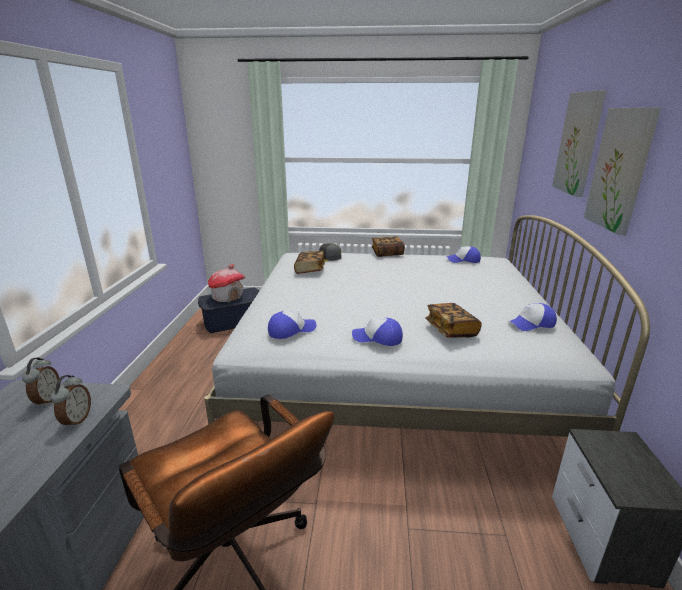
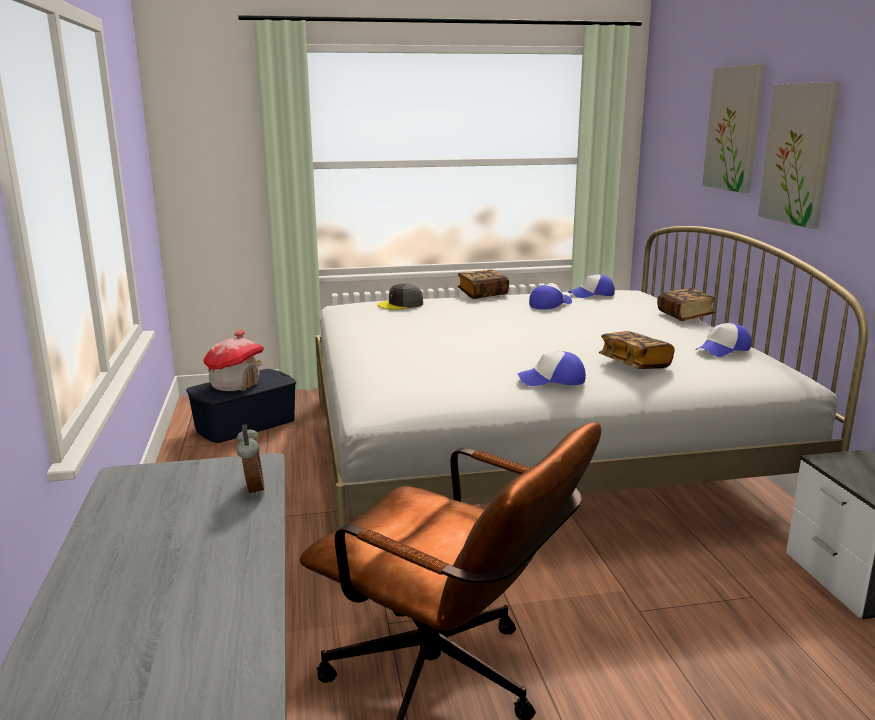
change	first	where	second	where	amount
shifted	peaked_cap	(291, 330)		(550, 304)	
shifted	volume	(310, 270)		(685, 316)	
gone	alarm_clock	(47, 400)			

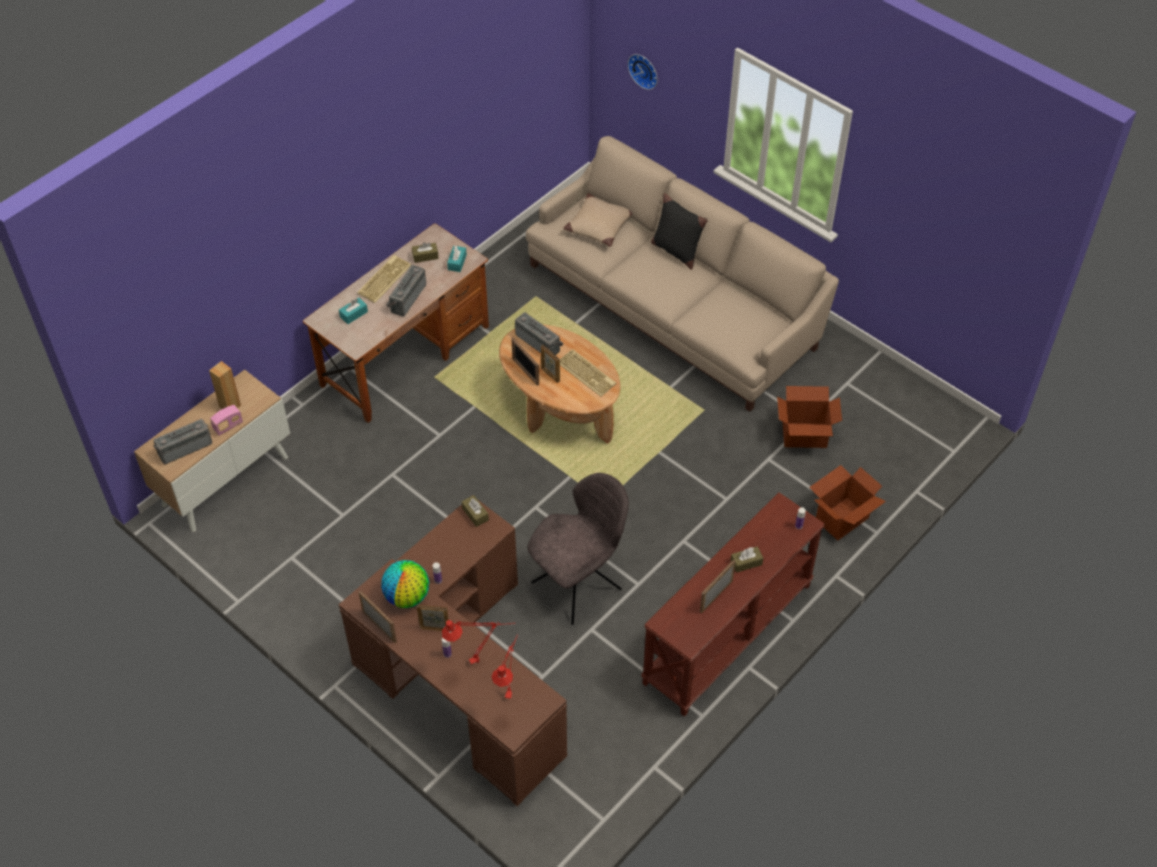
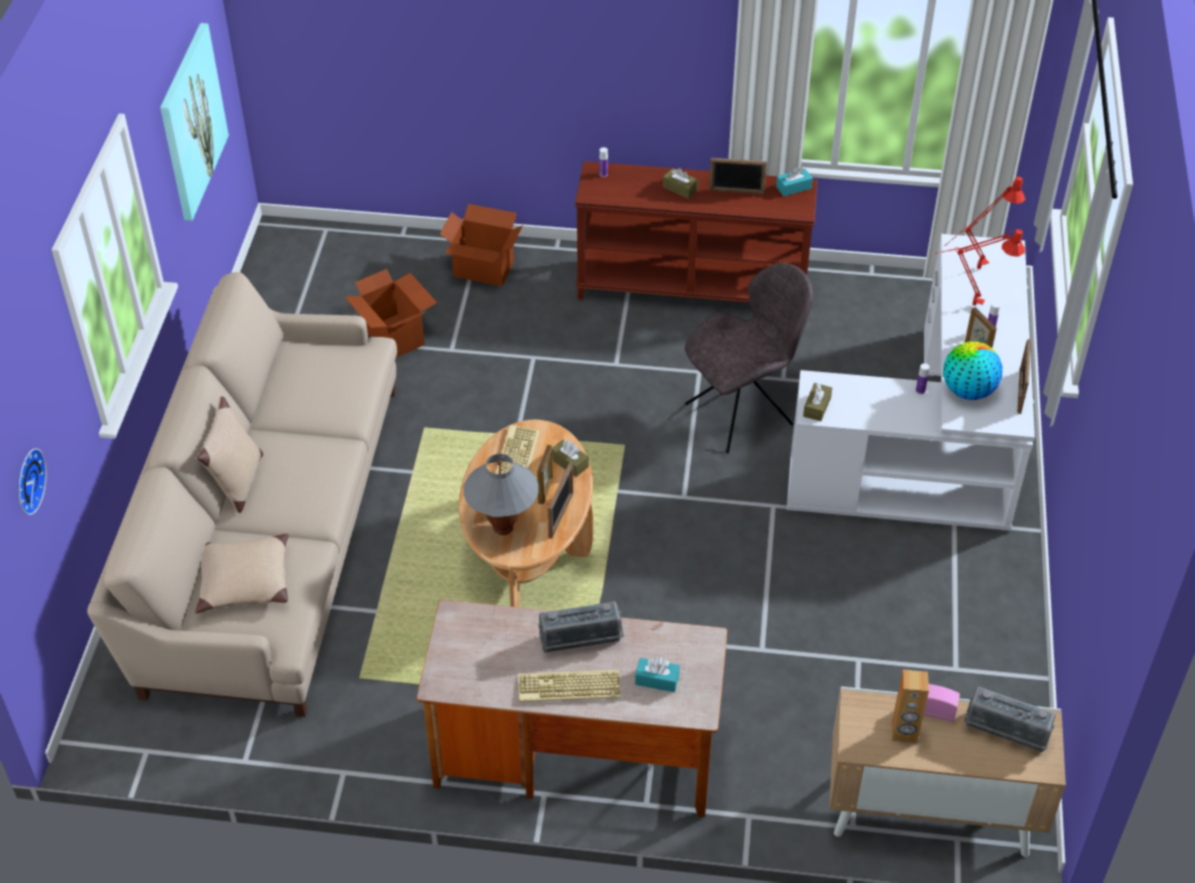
change	first	where	second	where	amount
new			picture	(191, 121)	
repainted	black-coloured_pillow	(676, 251)	sand-coloured_pillow	(238, 483)	
swapped	radio_receiver	(539, 342)	grey_table_lamp	(503, 528)	
shifted	brown-coloured_tissue_box	(425, 256)		(569, 463)	
rotated	grey_upright_chair	(579, 584)		(742, 413)	135 degrees clockwise
shifted	turquoise_tissue_box	(457, 262)		(793, 187)	
repainted	brown-coloured_desk_unit	(458, 675)	white-coloured_desk_unit	(932, 445)	

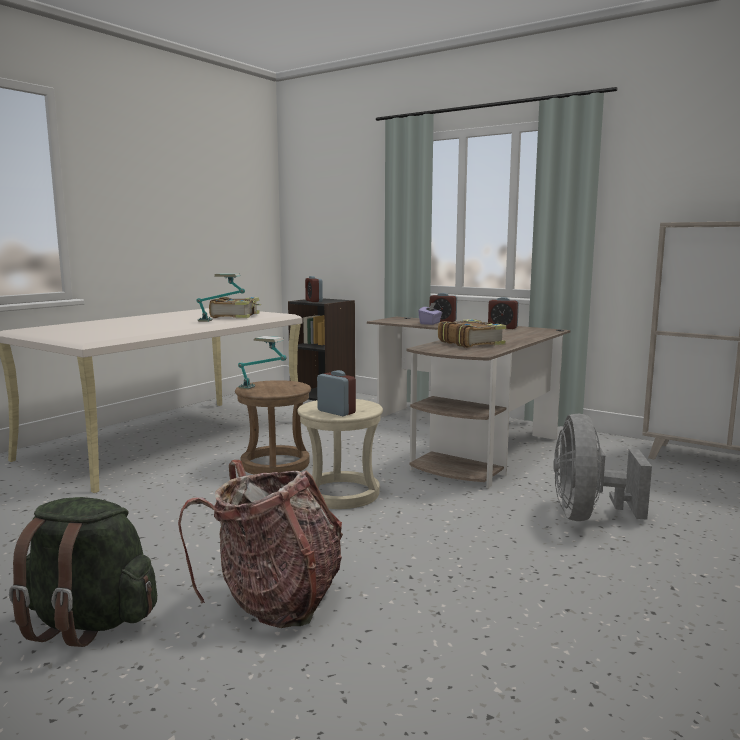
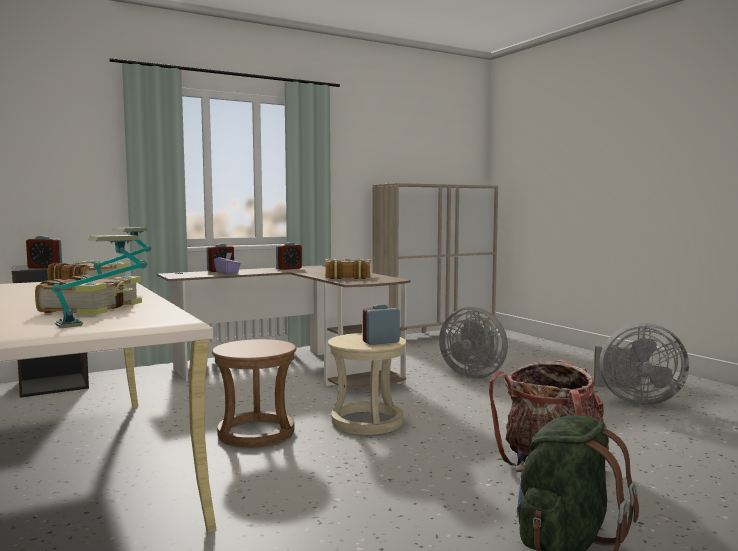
change	first	where	second	where	amount
new			volume	(93, 308)	
shifted	table_lamp	(263, 389)		(103, 321)	
new			grey_fan	(635, 401)	

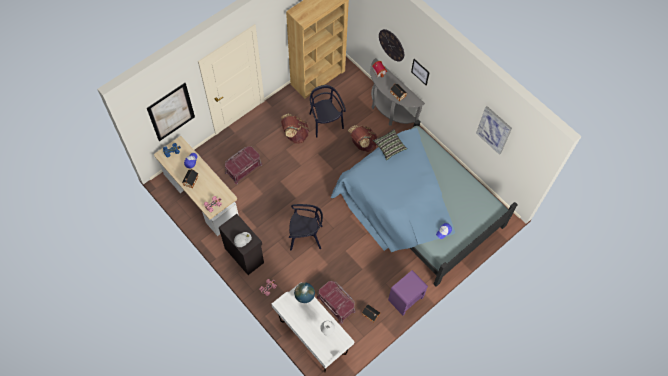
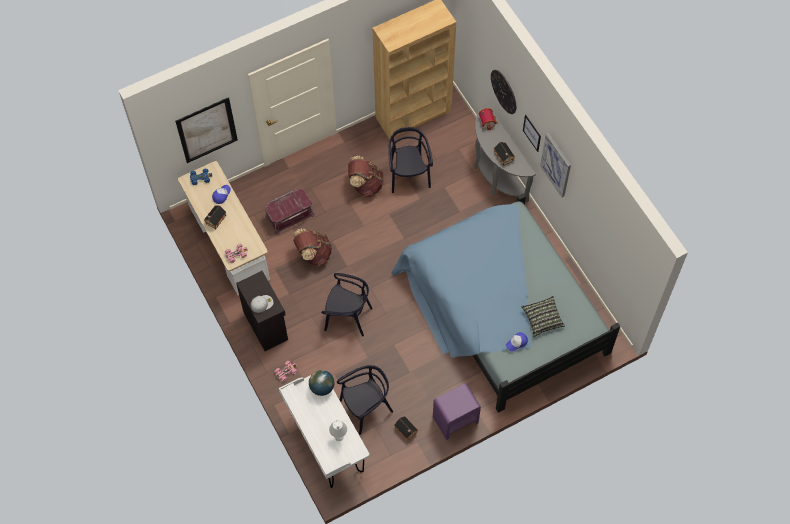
change	first	where	second	where	amount
shifted	brown-coloured_backpack	(362, 144)		(313, 254)	
swapped	red_storage_box	(336, 303)	black-coloured_upright_chair	(366, 408)	
shifted	pillow	(389, 147)		(542, 319)	
shifted	picture	(494, 130)		(556, 164)	

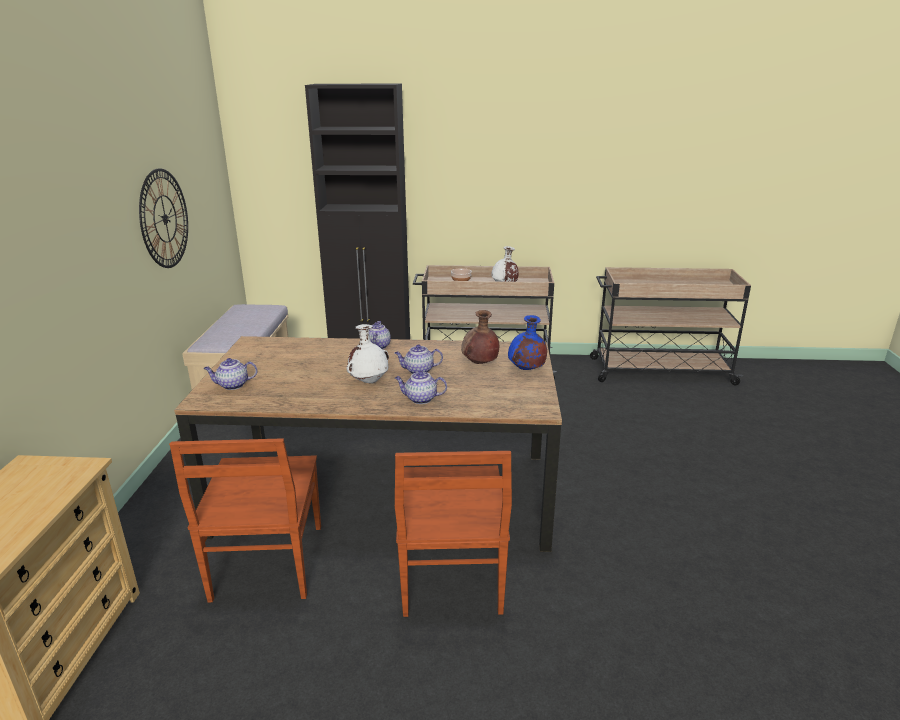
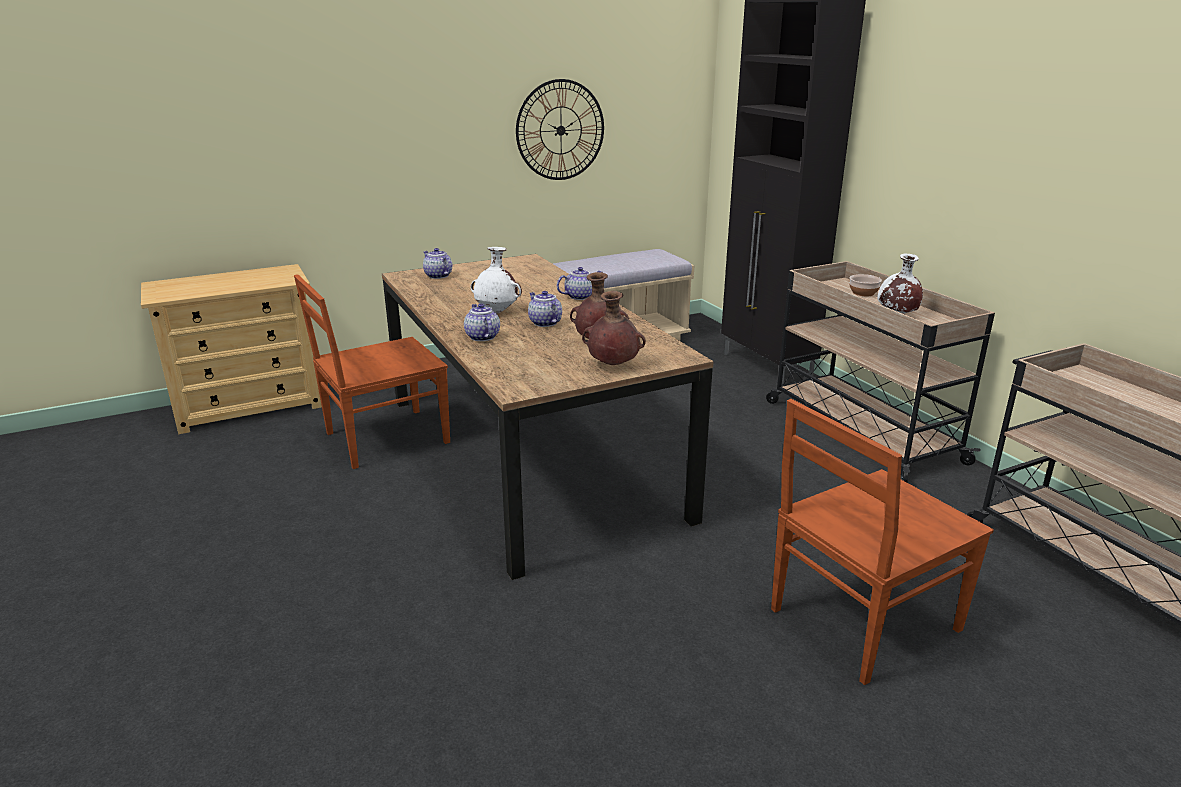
change	first	where	second	where	amount
repainted	blue-coloured_flower_vase	(526, 369)	brown-coloured_flower_vase	(612, 365)	
shifted	brown-coloured_upright_chair	(451, 577)		(861, 621)	

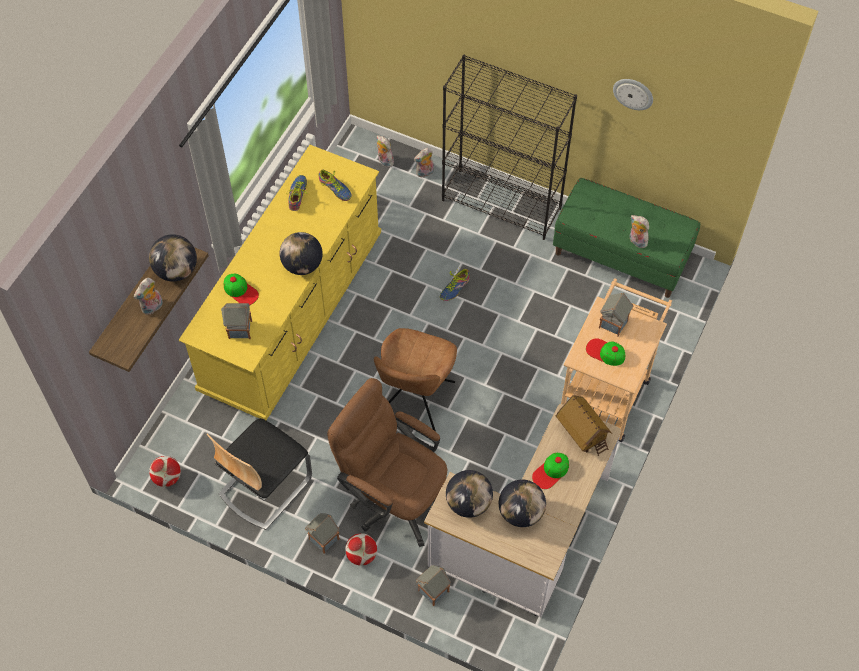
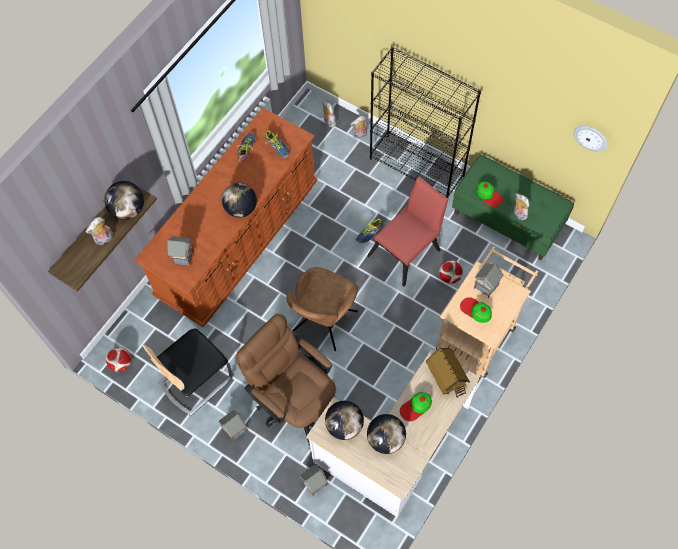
change	first	where	second	where	amount
repainted	yellow-coloured_dresser	(293, 313)	brown-coloured_dresser	(238, 240)	
new			red_upright_chair	(408, 250)	
shifted	ball_for_football	(362, 555)		(449, 277)	
shifted	peaked_cap	(240, 291)		(489, 195)	
shifted	hanging_clock	(633, 93)		(591, 137)	

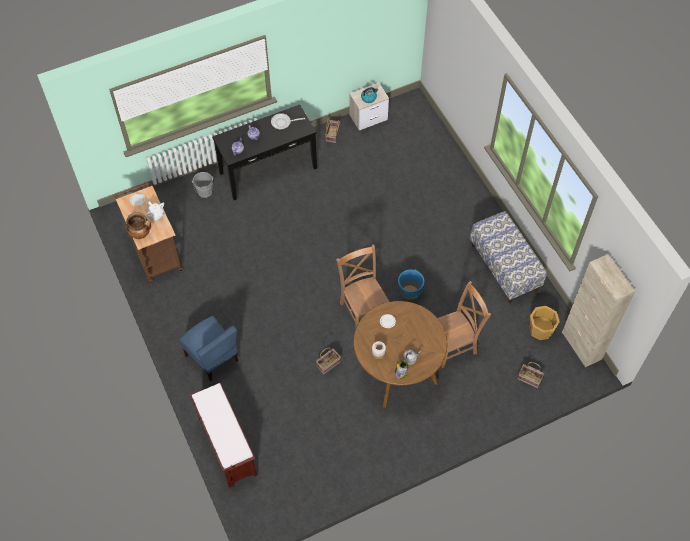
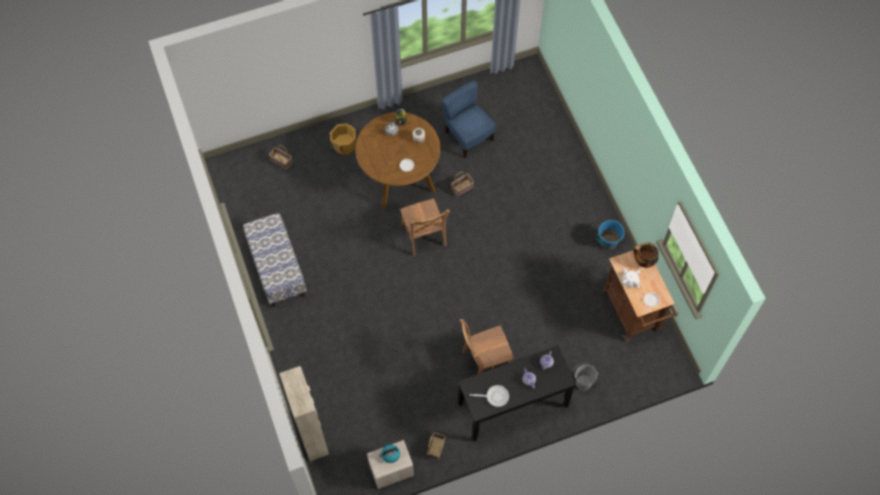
change	first	where	second	where	amount
shifted	sand-coloured_cupboard	(581, 346)		(312, 437)	
shifted	orangey_water_bucket	(541, 330)		(344, 145)	
shifted	blue-coloured_upright_chair	(212, 357)		(468, 136)	
shifted	brown-coloured_upright_chair	(453, 345)		(484, 361)	
shifted	blue-coloured_water_bucket	(410, 293)		(608, 242)	
gone	brown-coloured_long_seat	(226, 445)			

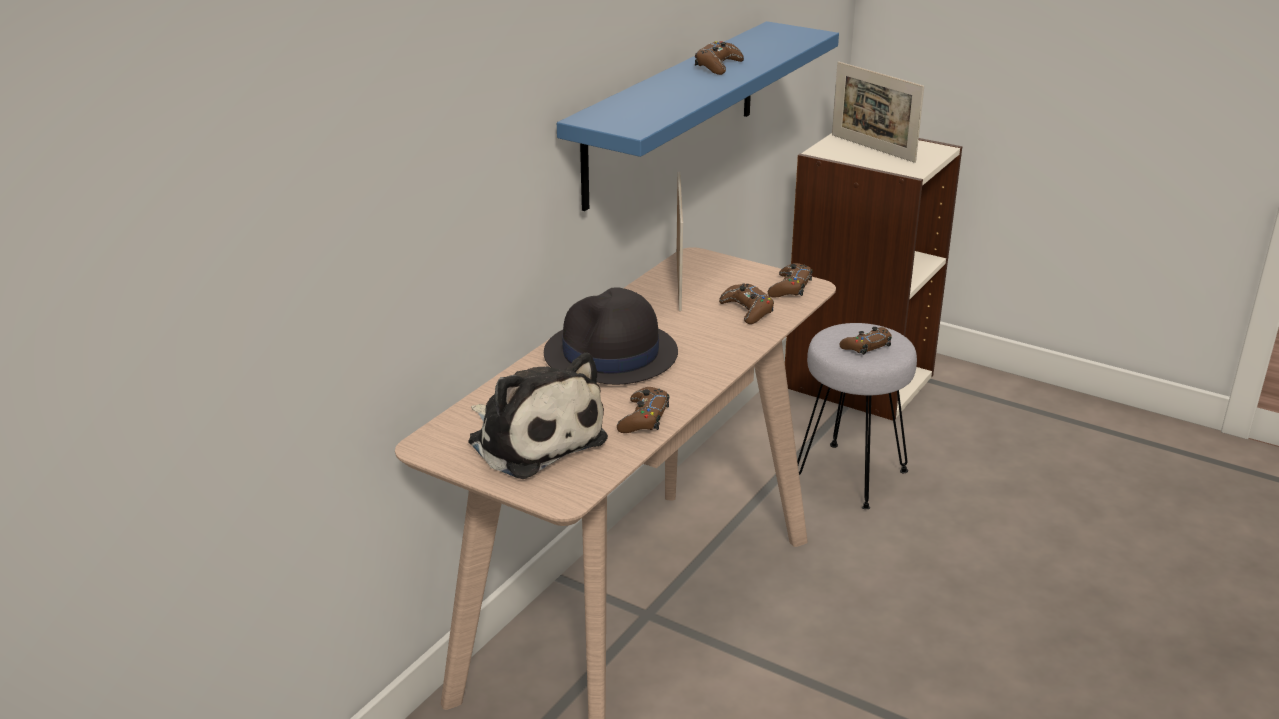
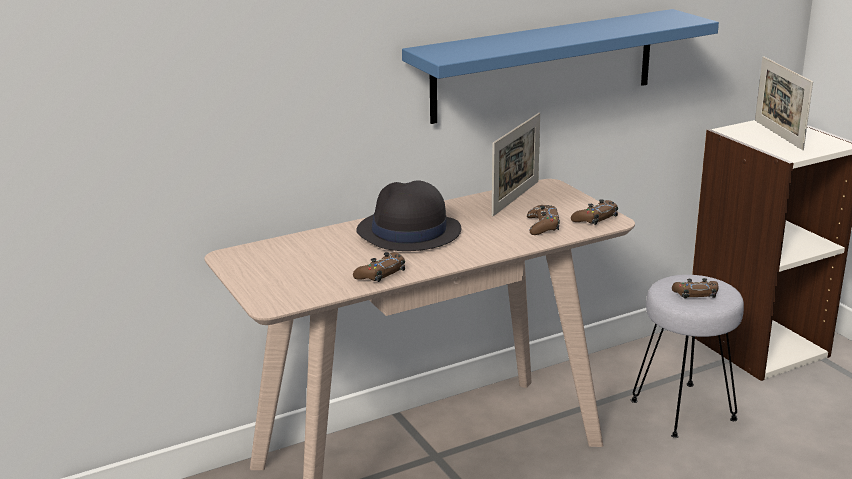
change	first	where	second	where	amount
gone	plush_toy	(533, 439)			
gone	brown-coloured_gamepad	(718, 66)			

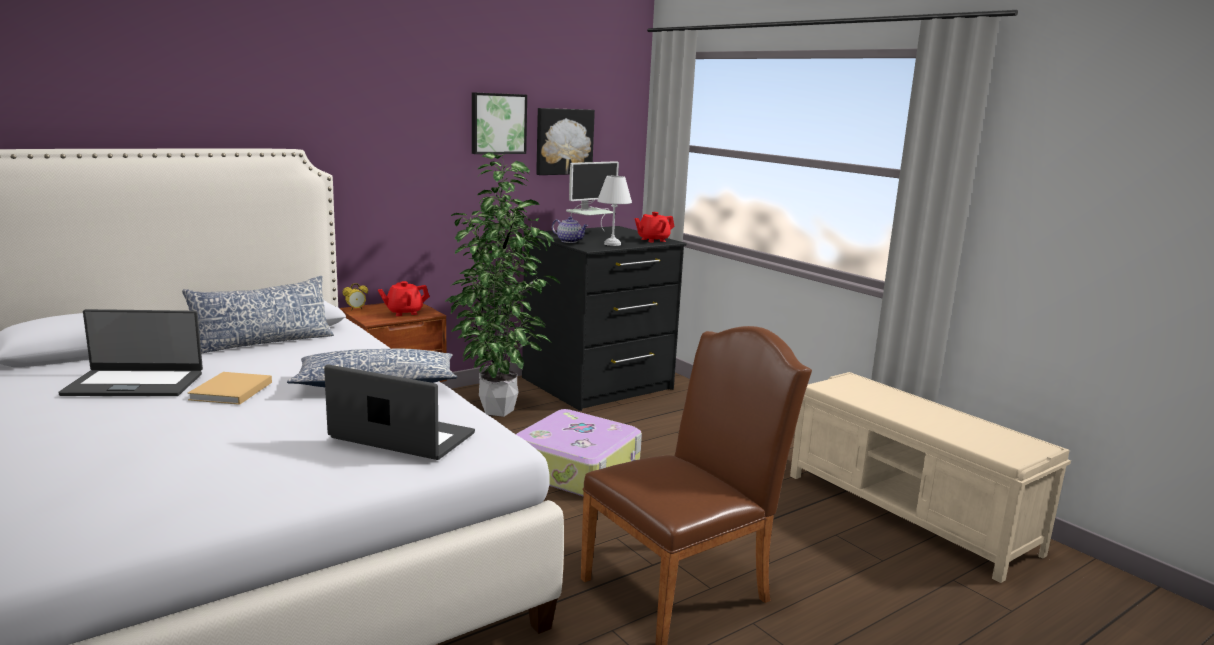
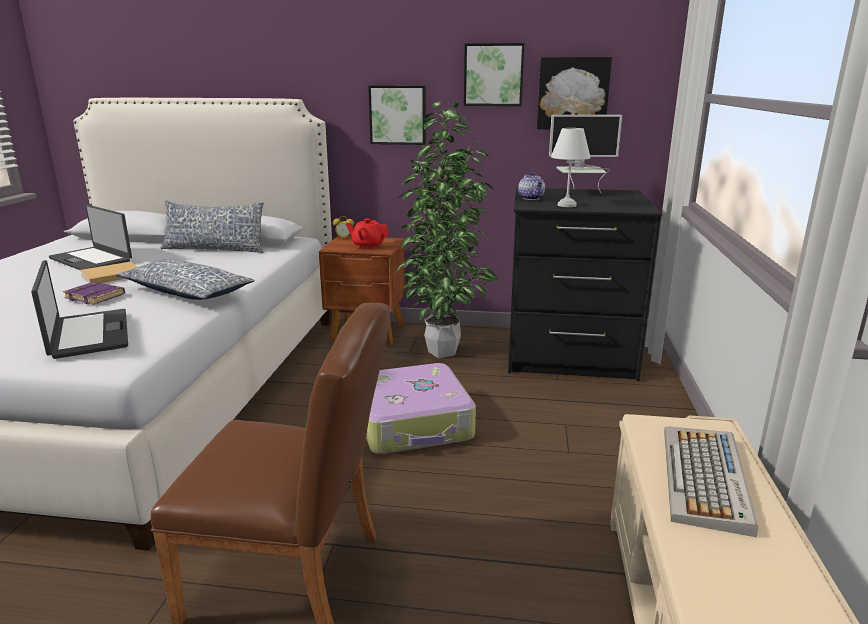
change	first	where	second	where	amount
new			purple-coloured_volume	(96, 297)	
new			picture	(398, 115)	
new			PC_keyboard	(706, 479)	
gone	red_teapot	(653, 240)			

